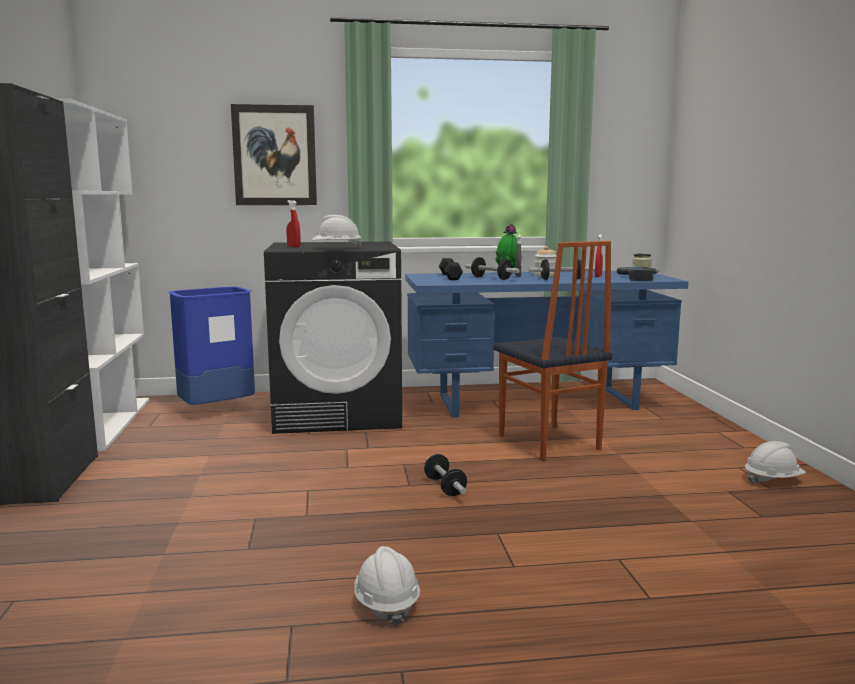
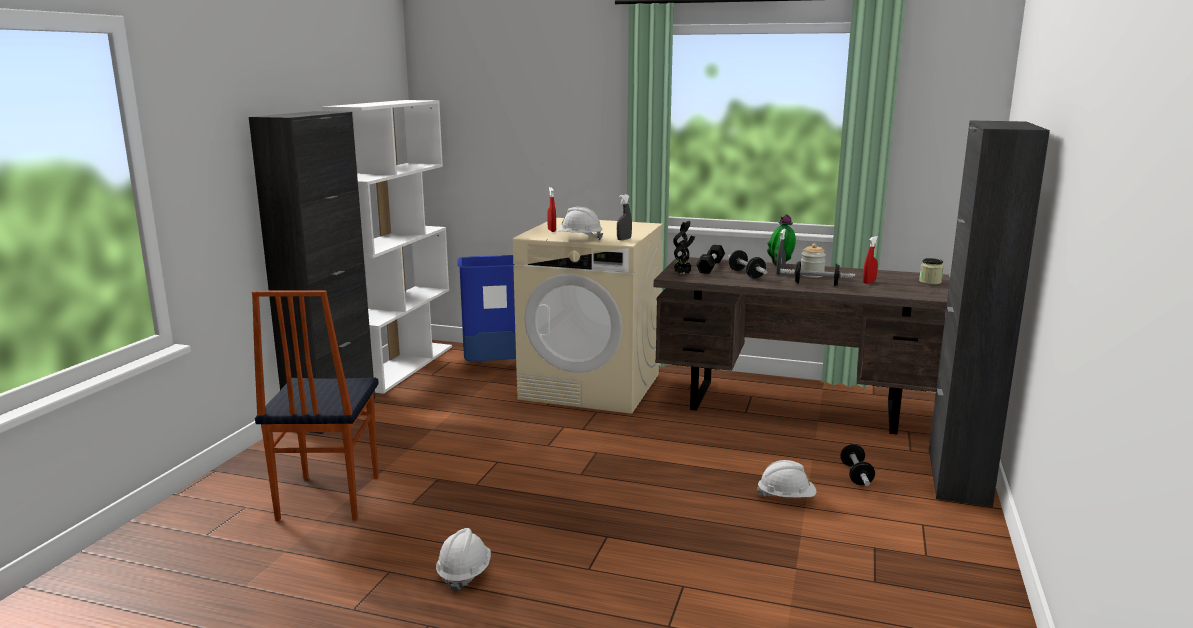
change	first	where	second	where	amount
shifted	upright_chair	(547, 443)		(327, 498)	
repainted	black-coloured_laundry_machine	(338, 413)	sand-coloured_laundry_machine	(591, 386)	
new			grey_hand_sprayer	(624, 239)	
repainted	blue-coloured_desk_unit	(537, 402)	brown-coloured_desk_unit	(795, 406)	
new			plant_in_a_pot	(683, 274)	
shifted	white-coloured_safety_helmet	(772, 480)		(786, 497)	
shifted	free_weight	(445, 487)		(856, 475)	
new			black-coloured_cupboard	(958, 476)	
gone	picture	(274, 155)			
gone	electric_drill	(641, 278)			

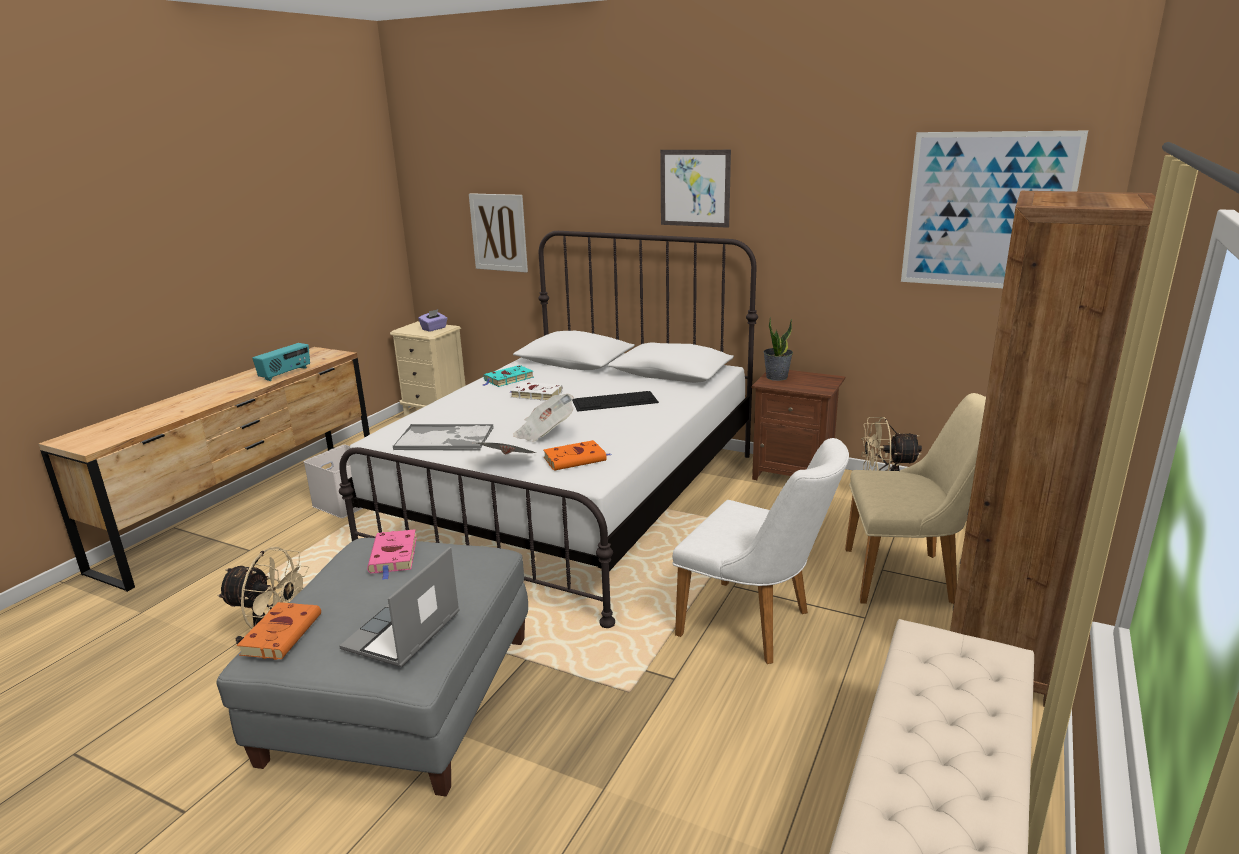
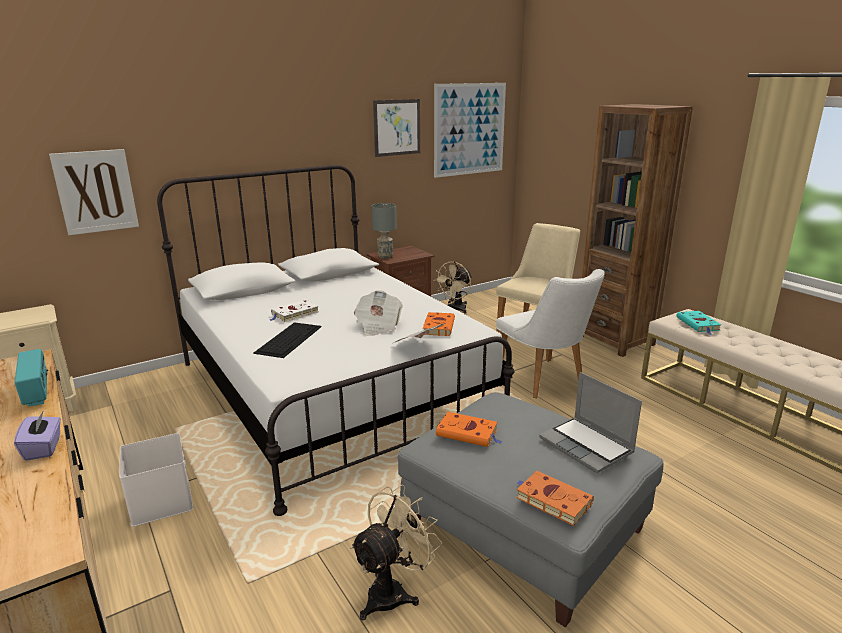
change	first	where	second	where	amount
shifted	purple-coloured_tissue_box	(434, 328)		(44, 448)	
shifted	PC_keyboard	(615, 401)		(289, 339)	
swapped	plant_in_a_pot	(776, 377)	grey_table_lamp	(385, 256)	
shifted	picture	(695, 188)		(397, 127)	
repainted	pink-coloured_volume	(393, 556)	orangey_volume	(468, 433)	
rotated	white-coloured_upright_chair	(756, 625)		(545, 381)	90 degrees clockwise
shifted	turquoise_volume	(507, 379)		(698, 324)	
gone	tray	(445, 439)			

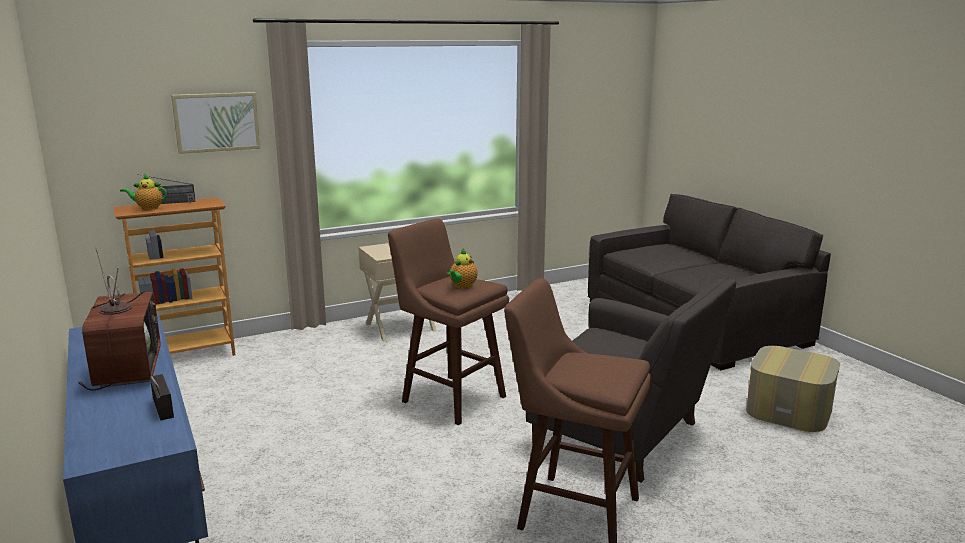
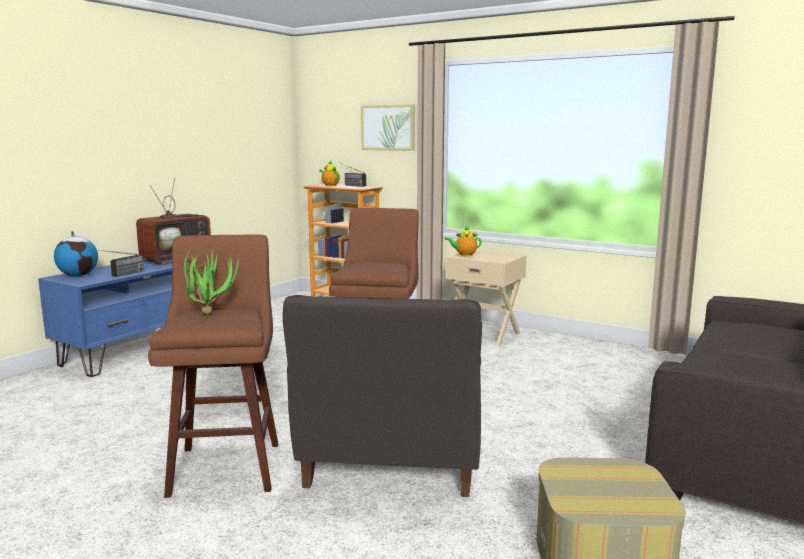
change	first	where	second	where	amount
new			world_globe	(78, 275)	
new			plant_in_a_pot	(209, 312)	
shifted	teapot	(462, 286)		(464, 255)	

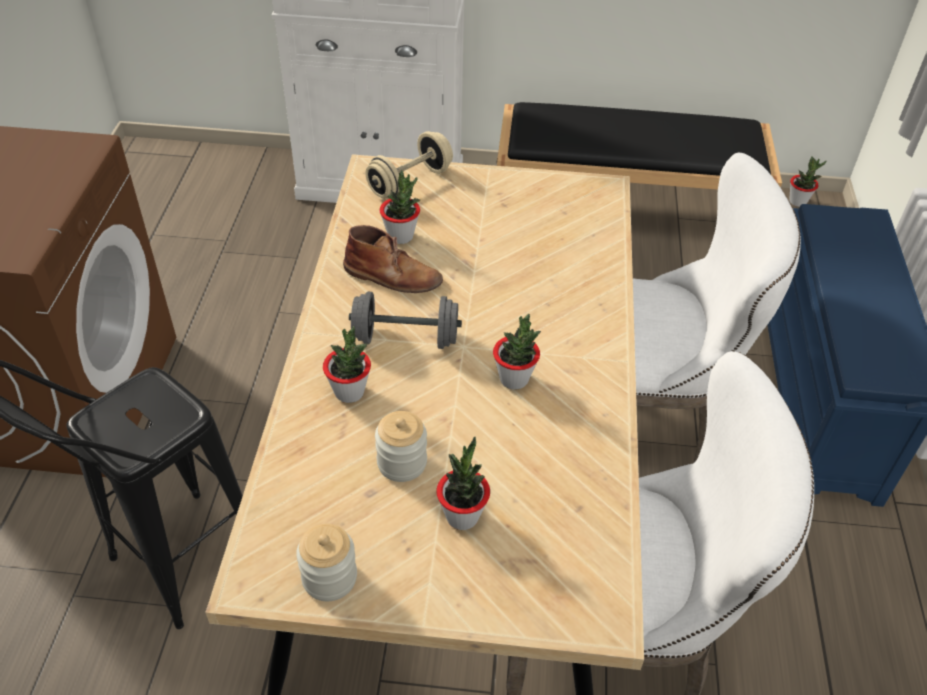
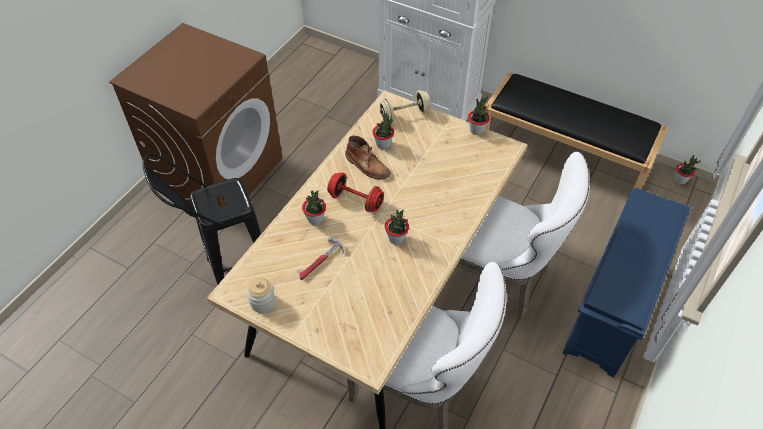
change	first	where	second	where	amount
swapped	preserve_jar	(402, 462)	tool_hammer	(321, 261)	
repainted	grey_free_weight	(405, 338)	red_free_weight	(356, 200)	
shifted	plant_in_a_pot	(462, 516)		(476, 130)	

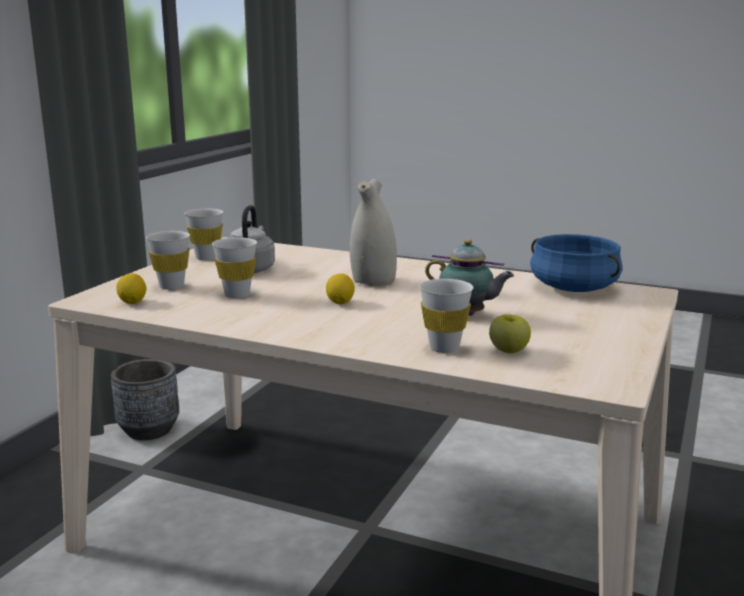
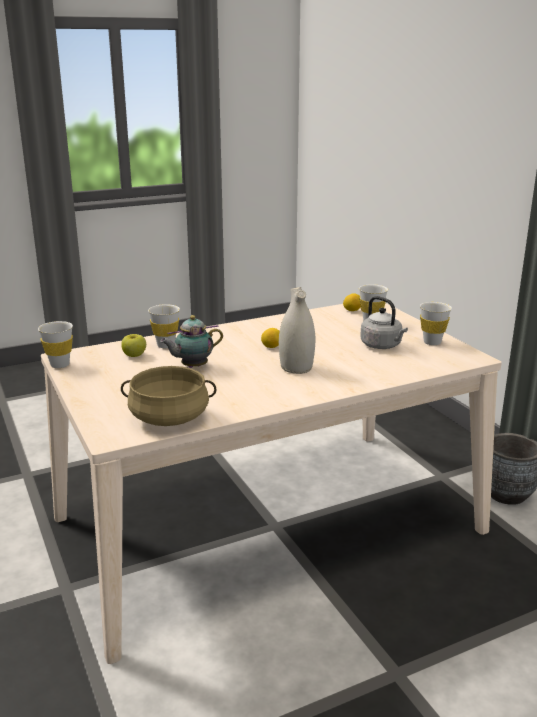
change	first	where	second	where	amount
shifted	white-coloured_cup	(237, 295)		(60, 365)	
repainted	blue-coloured_saucepot	(573, 288)	sand-coloured_saucepot	(169, 417)	

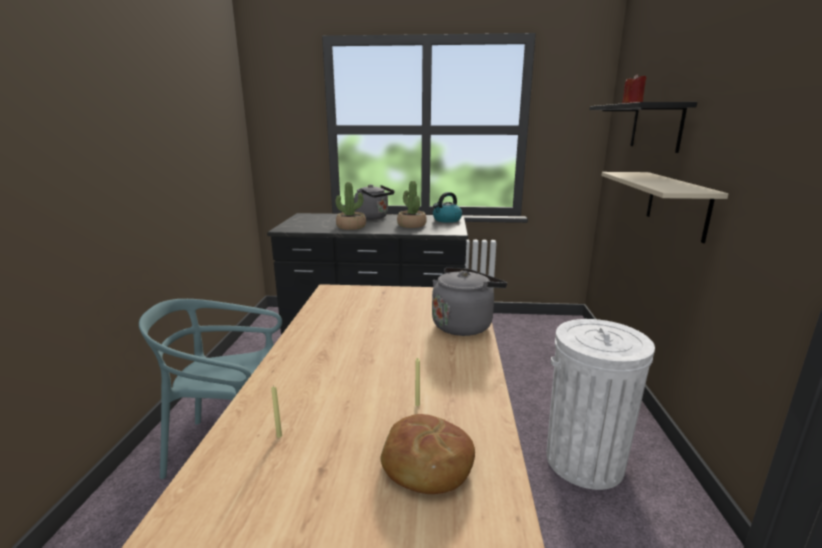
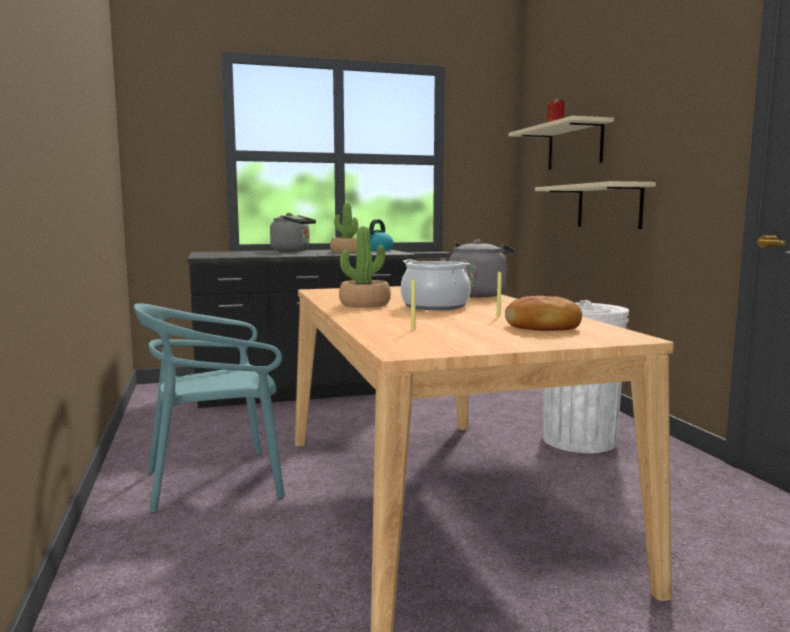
change	first	where	second	where	amount
shifted	plant_in_a_pot	(351, 227)		(364, 304)	
new			saucepot	(435, 306)	
repainted	black-coloured_bracket_shelf	(656, 127)	sand-coloured_bracket_shelf	(575, 146)	

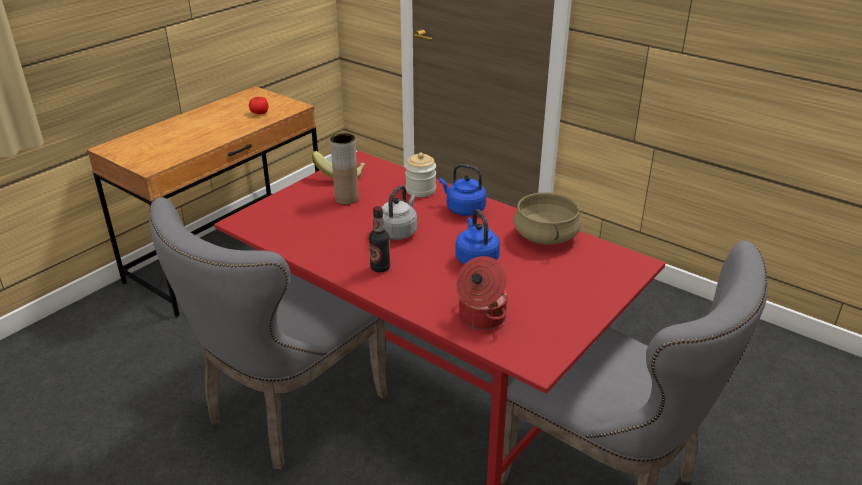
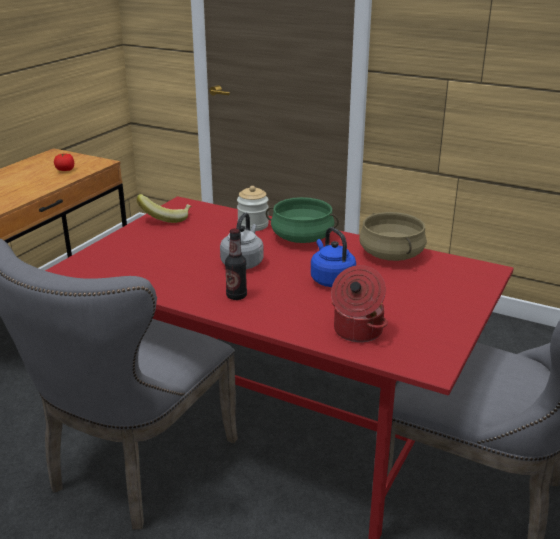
change	first	where	second	where	amount
swapped	blue-coloured_water_kettle	(463, 209)	greenish_saucepot	(301, 238)	
gone	brown-coloured_flower_vase	(346, 199)			

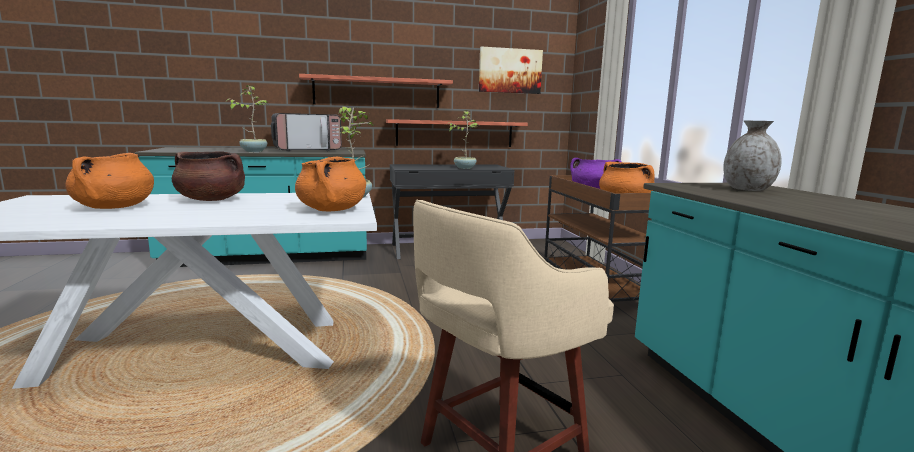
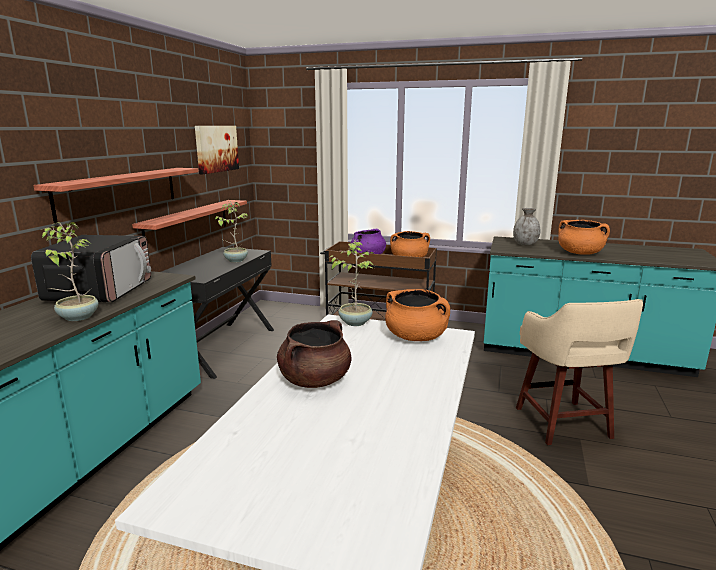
change	first	where	second	where	amount
shifted	orangey_saucepot	(114, 207)		(580, 253)	

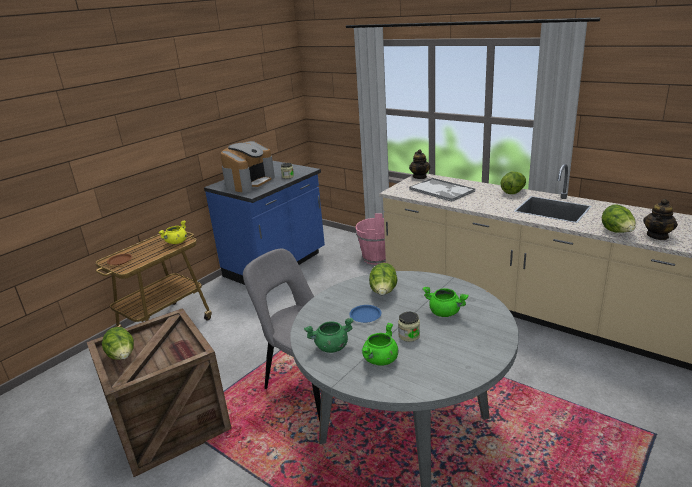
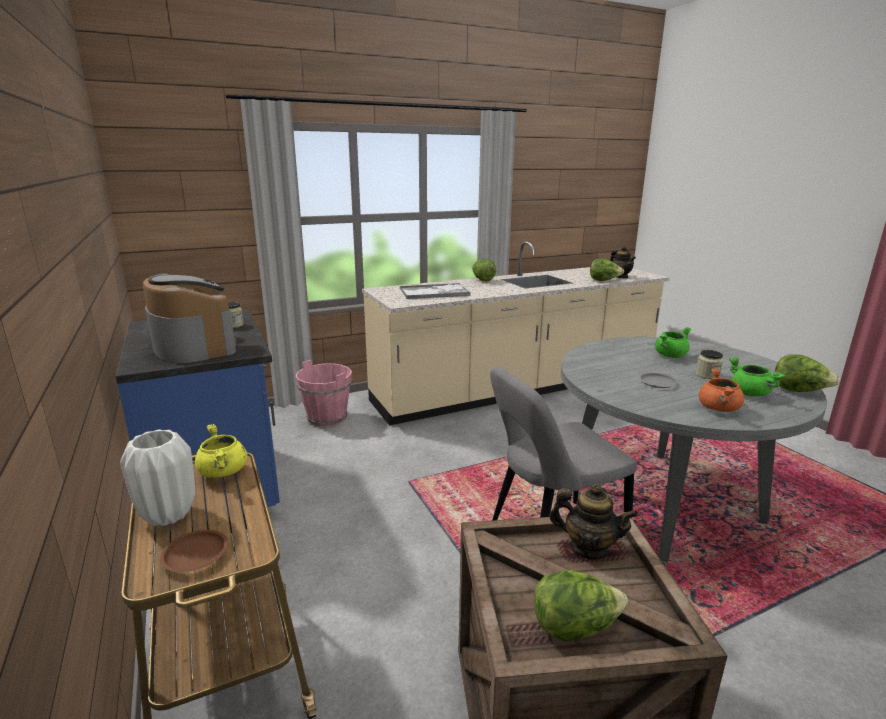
change	first	where	second	where	amount
new			white-coloured_flower_vase	(168, 515)	
shifted	teapot	(420, 177)		(588, 548)	
repainted	blue-coloured_flat_dish	(365, 316)	grey_flat_dish	(658, 383)	
repainted	greenish_saucepot	(331, 347)	orangey_saucepot	(718, 409)	
shifted	lettuce_head	(384, 293)		(799, 391)	

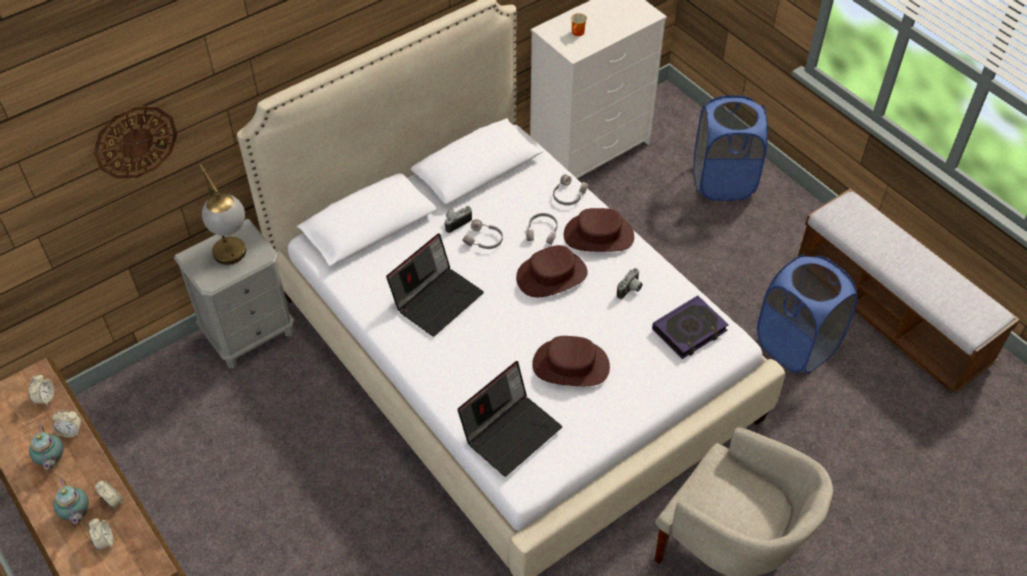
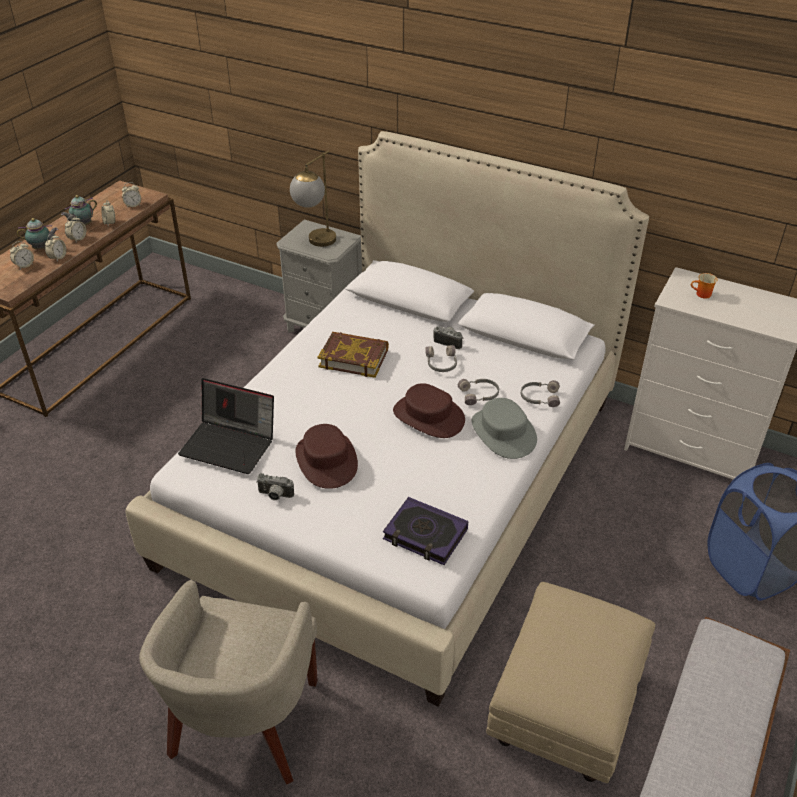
change	first	where	second	where	amount
rotated	teapot	(77, 515)		(42, 248)	135 degrees counterclockwise
new			alarm_clock	(77, 239)	
shifted	still_camera	(630, 290)		(275, 496)	
swapped	portable_computer	(437, 299)	volume	(354, 358)	
repainted	brown-coloured_clothing_hat	(598, 236)	grey_clothing_hat	(503, 433)	
swapped	blue-coloured_laundry_basket	(796, 345)	sand-coloured_footrest	(564, 710)	
gone	hanging_clock	(135, 141)			

